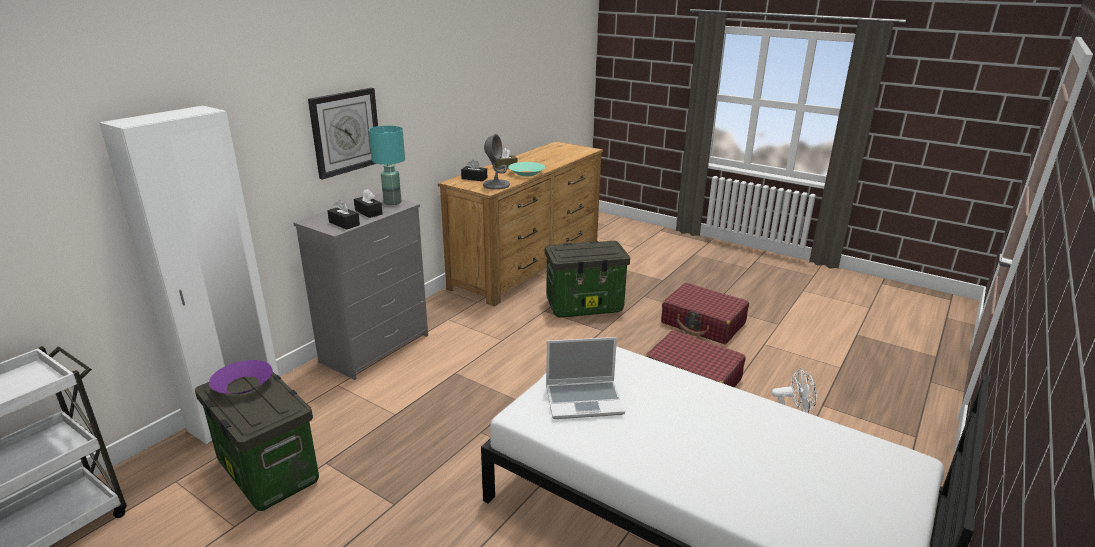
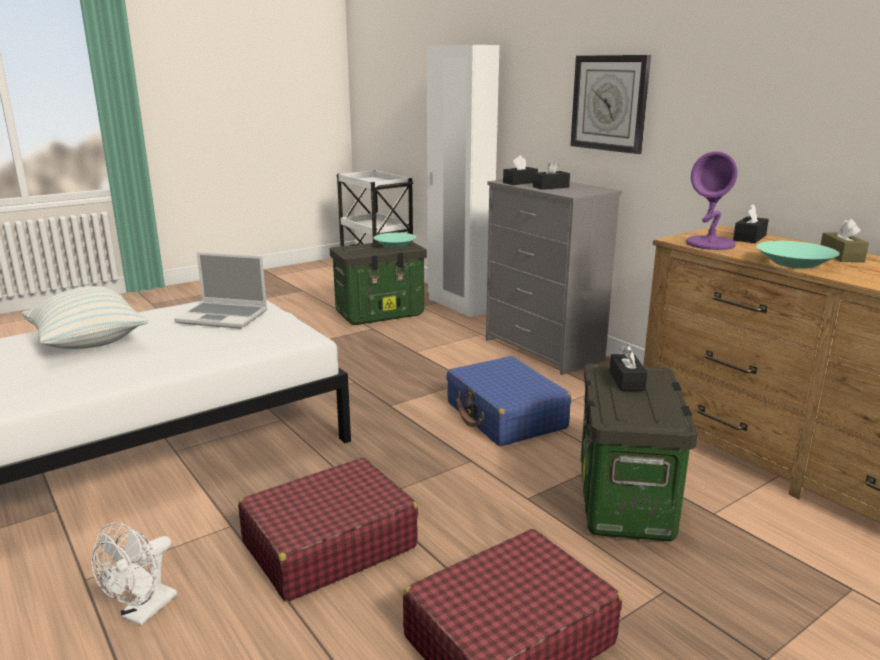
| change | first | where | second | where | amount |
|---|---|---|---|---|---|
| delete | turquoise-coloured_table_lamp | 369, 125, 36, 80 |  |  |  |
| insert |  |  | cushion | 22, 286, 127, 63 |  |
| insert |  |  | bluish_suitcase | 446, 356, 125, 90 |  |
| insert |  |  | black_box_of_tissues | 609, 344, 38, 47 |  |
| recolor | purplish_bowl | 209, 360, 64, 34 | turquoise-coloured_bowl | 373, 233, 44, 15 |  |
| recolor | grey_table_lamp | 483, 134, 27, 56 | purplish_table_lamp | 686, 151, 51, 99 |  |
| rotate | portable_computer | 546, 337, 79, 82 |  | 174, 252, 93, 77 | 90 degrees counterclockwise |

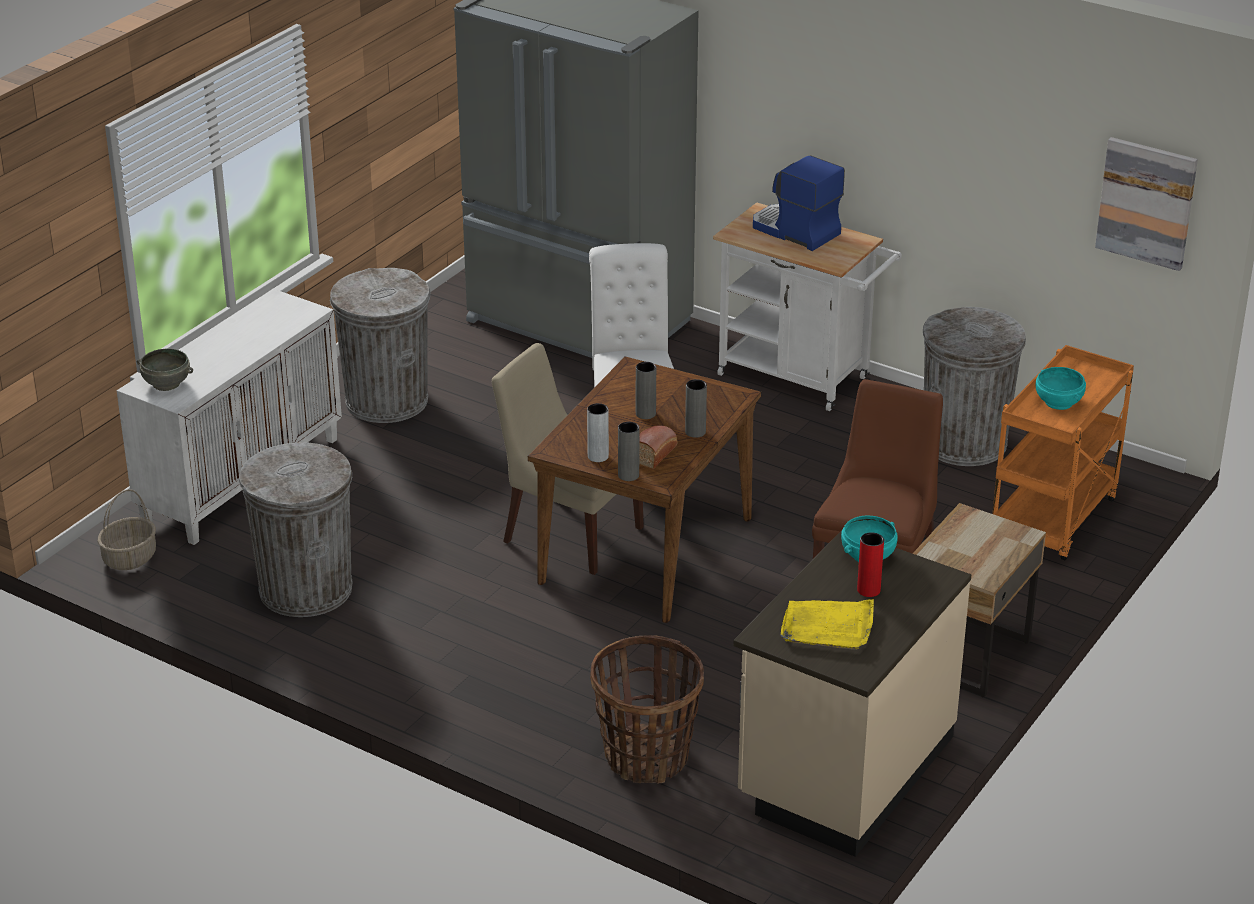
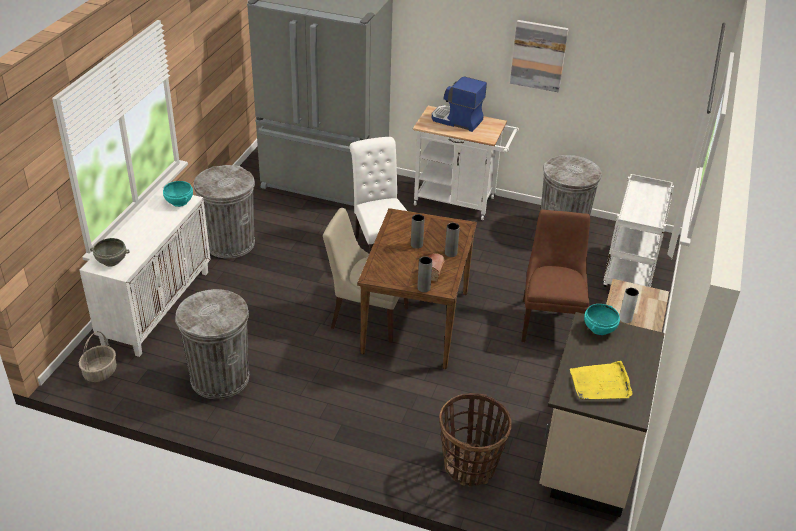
| change | first | where | second | where | amount |
|---|---|---|---|---|---|
| delete | reddish_decorative_vase | 857, 532, 27, 65 |  |  |  |
| move | grey_decorative_vase | 587, 403, 22, 59 |  | 619, 288, 20, 35 |  |
| move | turquoise-coloured_bowl | 1036, 367, 50, 43 |  | 163, 181, 30, 26 |  |
| move | picture | 1095, 137, 103, 134 |  | 510, 20, 59, 72 |  |
| recolor | orange-coloured_cart | 993, 345, 141, 216 | white-coloured_cart | 604, 174, 70, 113 |  |

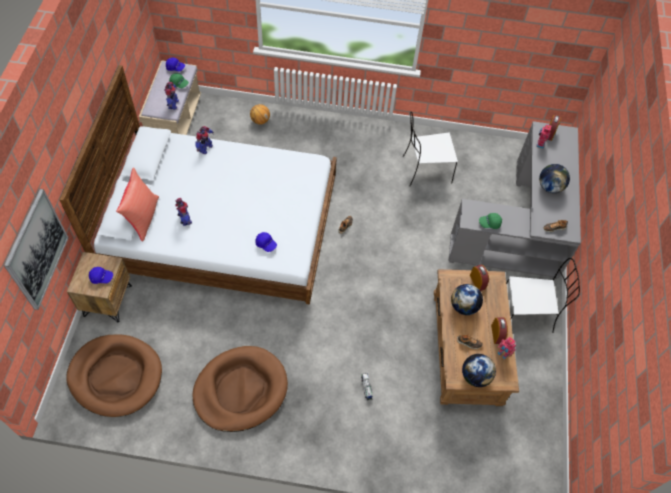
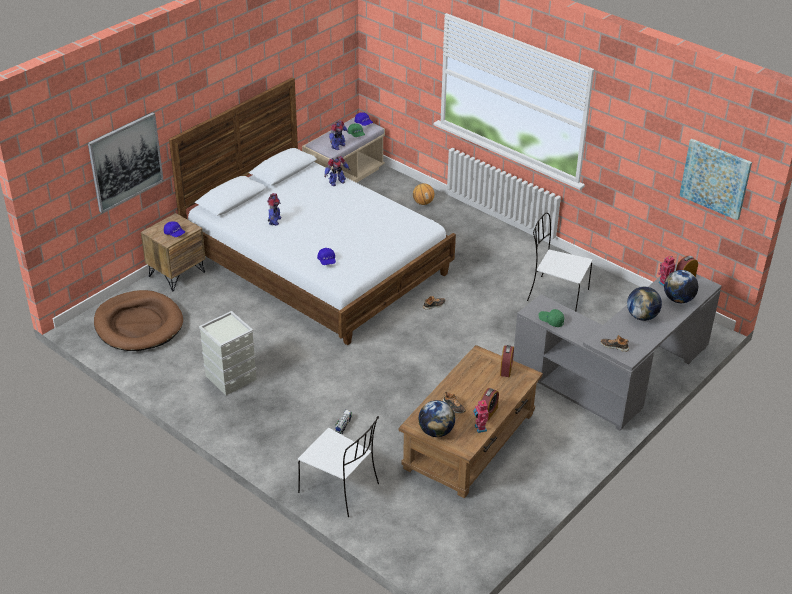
| change | first | where | second | where | amount |
|---|---|---|---|---|---|
| delete | reddish_cushion | 116, 167, 43, 75 |  |  |  |
| insert |  |  | picture | 679, 139, 73, 81 |  |
| move | globe | 451, 284, 32, 31 |  | 664, 270, 34, 33 |  |
| move | white-coloured_upright_chair | 506, 258, 74, 75 |  | 298, 416, 81, 101 |  |
| replace | brown-coloured_pet_bed | 192, 346, 96, 86 | grey_storage_box | 199, 311, 58, 84 |  |

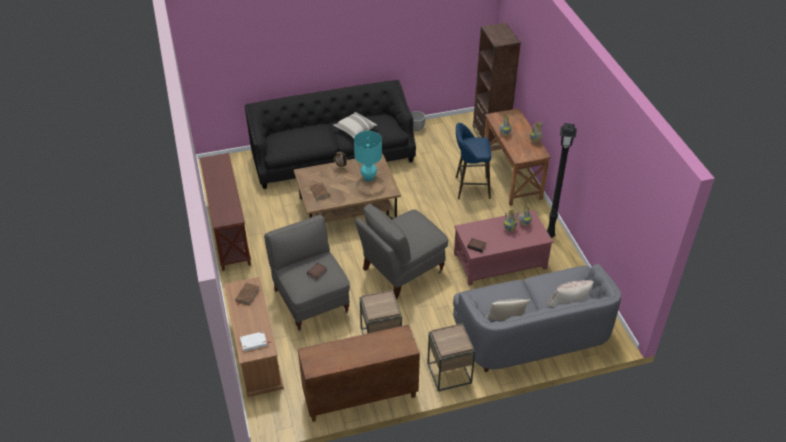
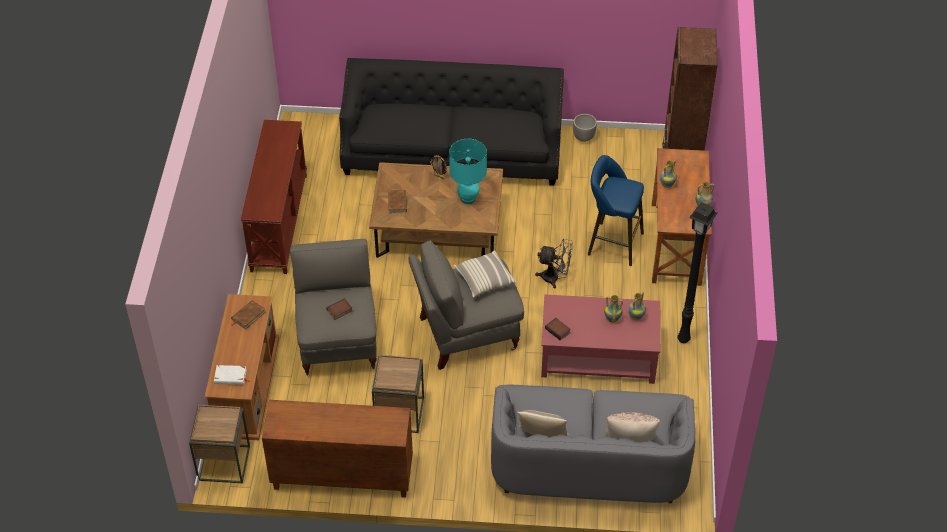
| change | first | where | second | where | amount |
|---|---|---|---|---|---|
| insert |  |  | grey_cooling_fan | 535, 239, 38, 50 |  |
| move | cushion | 333, 112, 44, 26 |  | 454, 251, 63, 46 |  |
| move | brown-coloured_end_table | 427, 323, 48, 68 |  | 189, 405, 61, 78 |  |

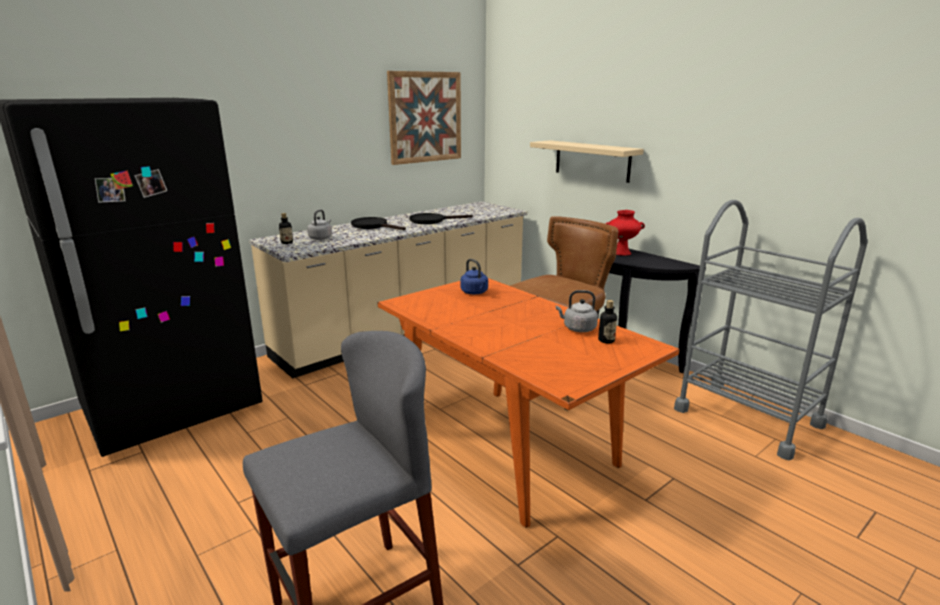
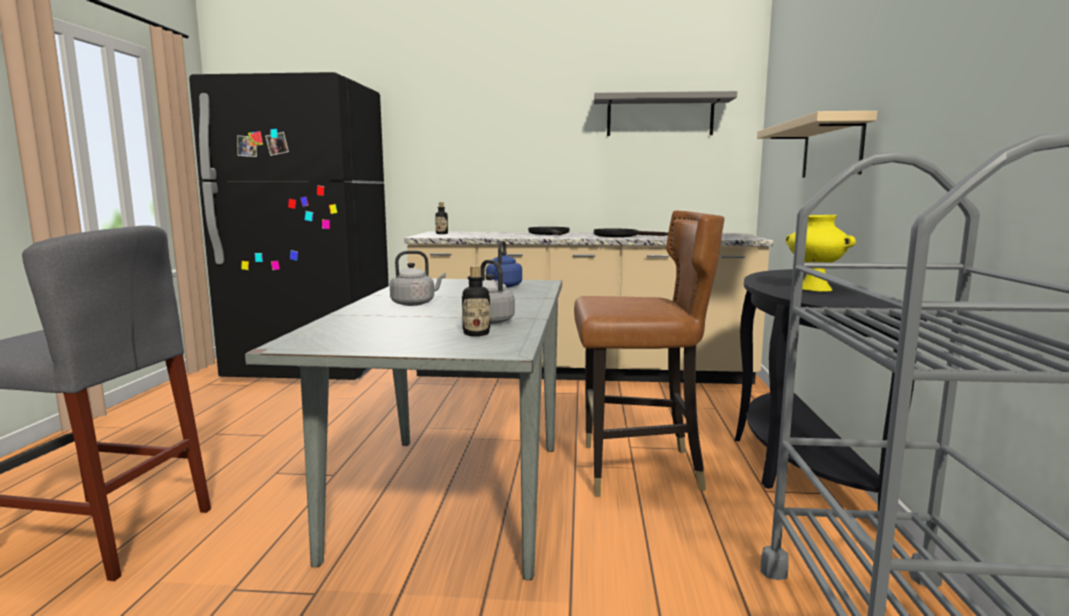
| change | first | where | second | where | amount |
|---|---|---|---|---|---|
| move | grey_kettle | 307, 210, 25, 30 |  | 390, 250, 56, 56 |  |
| replace | picture | 387, 71, 74, 94 | grey_bracket_shelf | 594, 91, 143, 45 |  |
| recolor | orange-coloured_dinner_table | 377, 278, 303, 250 | grey_dinner_table | 245, 279, 317, 301 |  |
| recolor | reddish_decorative_vase | 605, 210, 40, 46 | yellow_decorative_vase | 785, 215, 71, 77 |  |

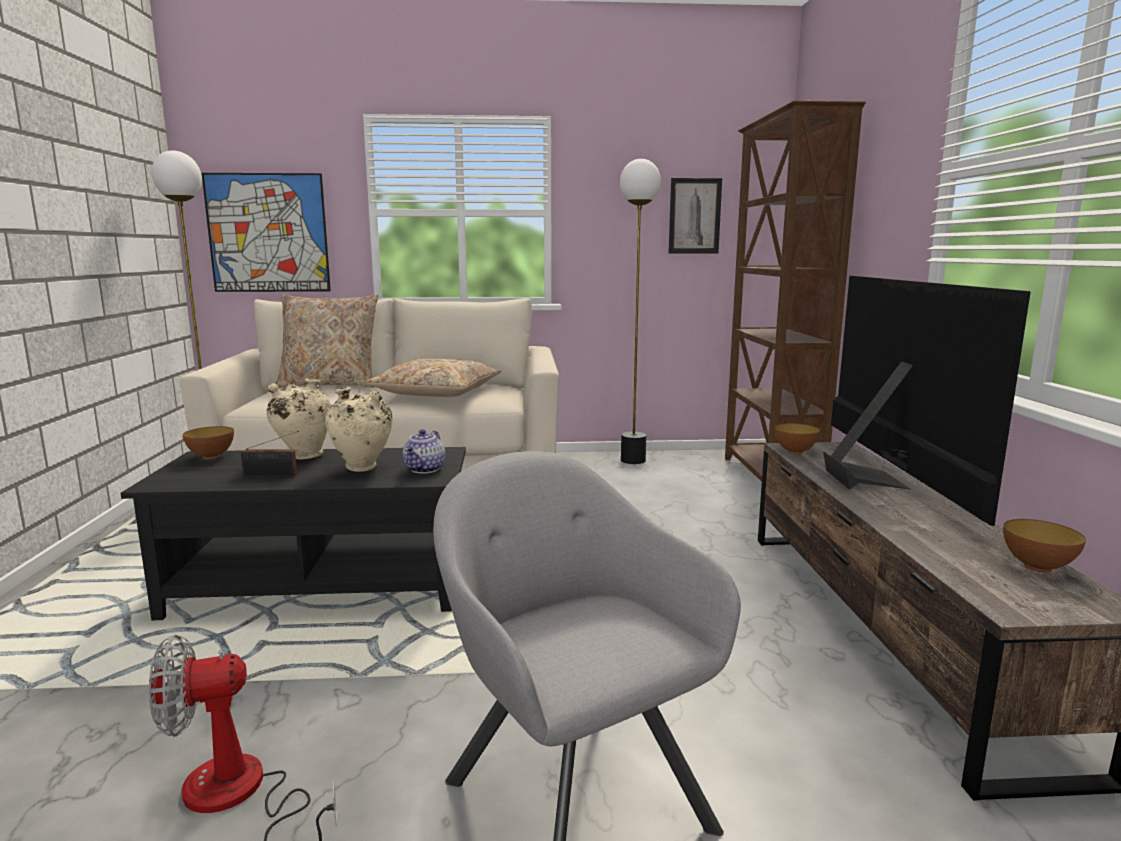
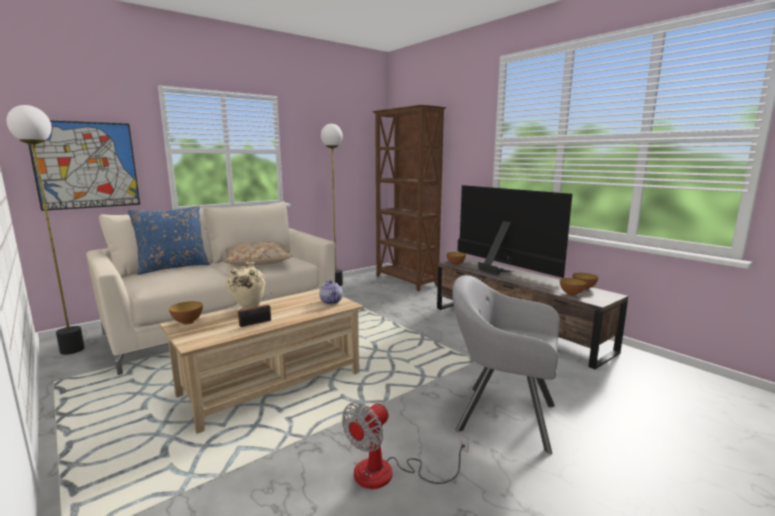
| change | first | where | second | where | amount |
|---|---|---|---|---|---|
| delete | beige_decorative_vase | 325, 387, 68, 85 |  |  |  |
| delete | picture | 668, 178, 54, 75 |  |  |  |
| insert |  |  | bowl | 560, 278, 27, 18 |  |
| recolor | black_lounge_table | 120, 447, 346, 173 | beige_lounge_table | 160, 289, 203, 145 |  |
| recolor | beige_cushion | 276, 294, 102, 94 | bluish_cushion | 128, 205, 82, 70 |  |

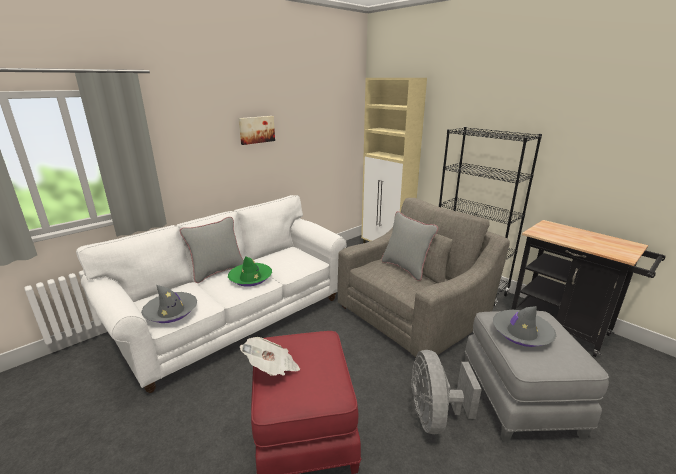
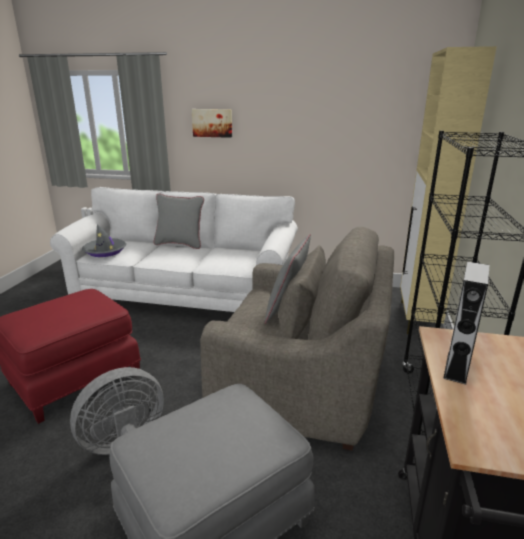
| change | first | where | second | where | amount |
|---|---|---|---|---|---|
| delete | green_clothing_hat | 228, 256, 44, 31 |  |  |  |
| delete | daily_paper | 240, 337, 60, 39 |  |  |  |
| delete | grey_clothing_hat | 493, 306, 63, 41 |  |  |  |
| insert |  |  | grey_loudspeaker | 443, 262, 46, 123 |  |
| move | picture | 238, 116, 37, 29 |  | 191, 109, 41, 29 |  |

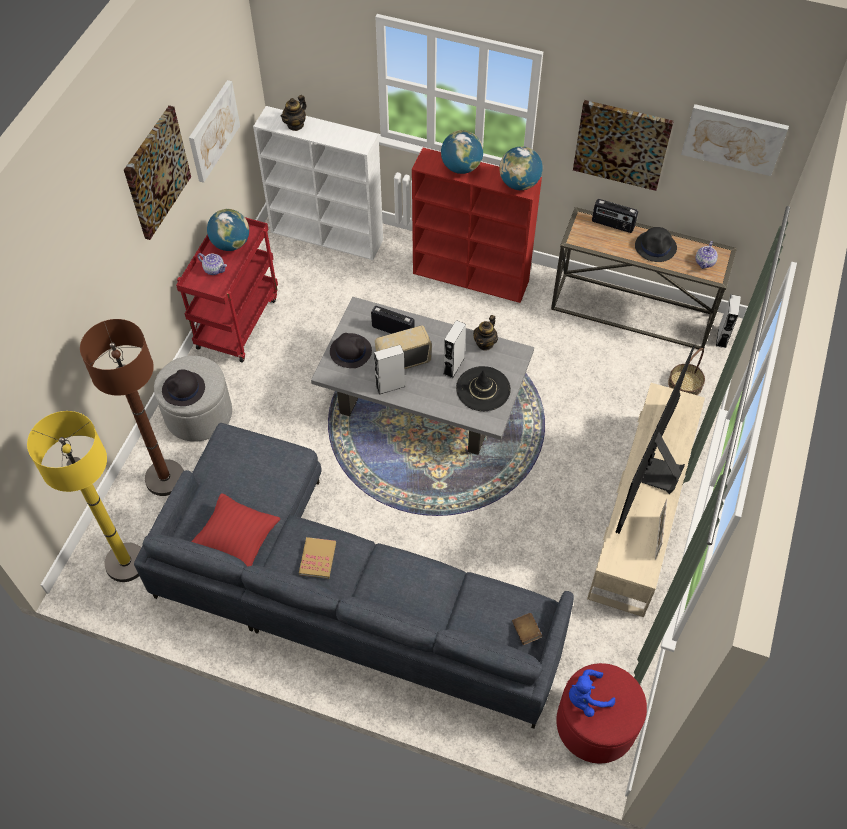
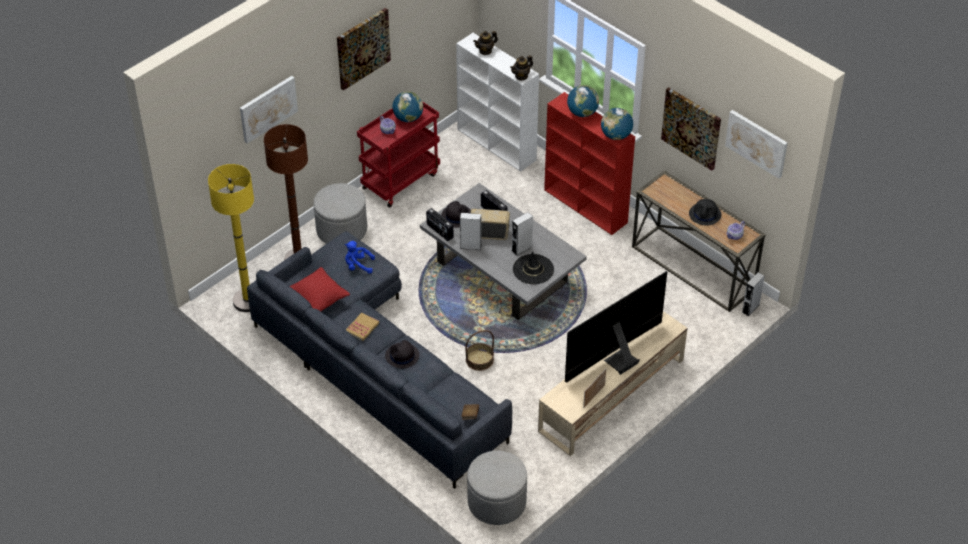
| change | first | where | second | where | amount |
|---|---|---|---|---|---|
| move | black_clothing_hat | 162, 369, 43, 37 |  | 385, 340, 34, 29 |  |
| move | picture | 189, 80, 51, 103 |  | 240, 76, 58, 68 |  |
| move | teapot | 473, 315, 25, 35 |  | 510, 55, 23, 26 |  |
| move | bluish_plush_toy | 569, 669, 46, 48 |  | 345, 241, 30, 33 |  |
| move | radio_receiver | 592, 199, 46, 34 |  | 426, 208, 28, 33 |  |
| move | storage_basket | 668, 348, 37, 47 |  | 465, 330, 29, 41 |  |
| recolor | reddish_ottoman | 556, 663, 91, 101 | grey_ottoman | 467, 451, 60, 74 |  |

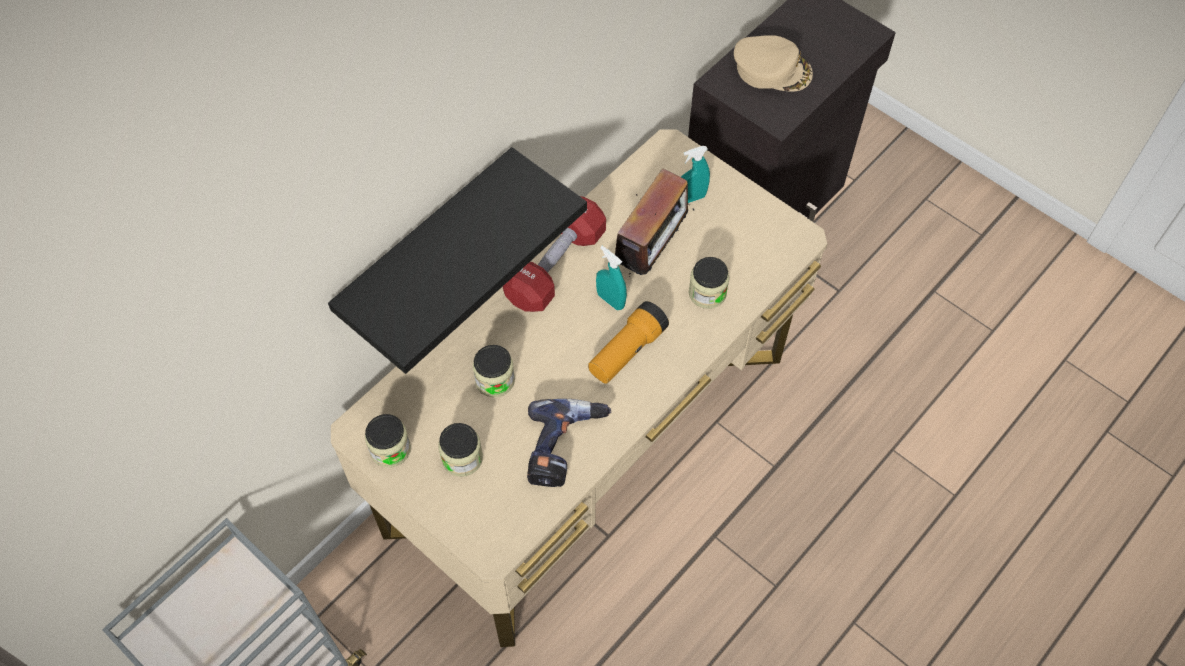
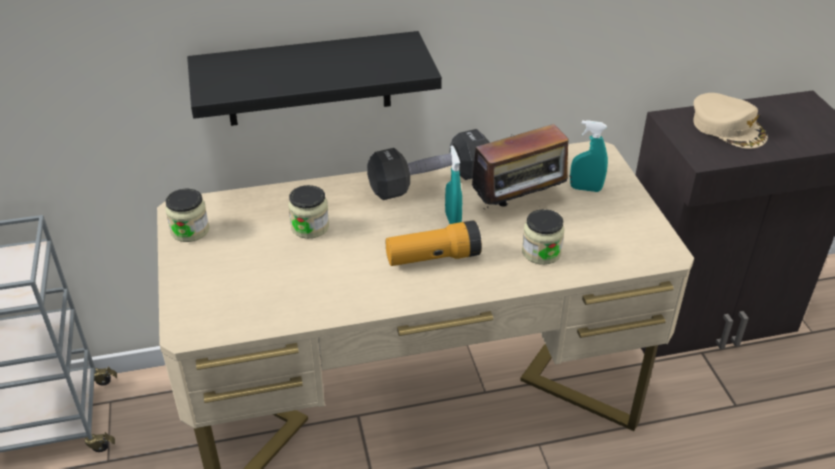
| change | first | where | second | where | amount |
|---|---|---|---|---|---|
| delete | jar | 439, 423, 44, 54 |  |  |  |
| delete | drill | 527, 399, 84, 88 |  |  |  |
| recolor | reddish_free_weight | 503, 196, 103, 116 | black_free_weight | 367, 129, 123, 71 |  |

